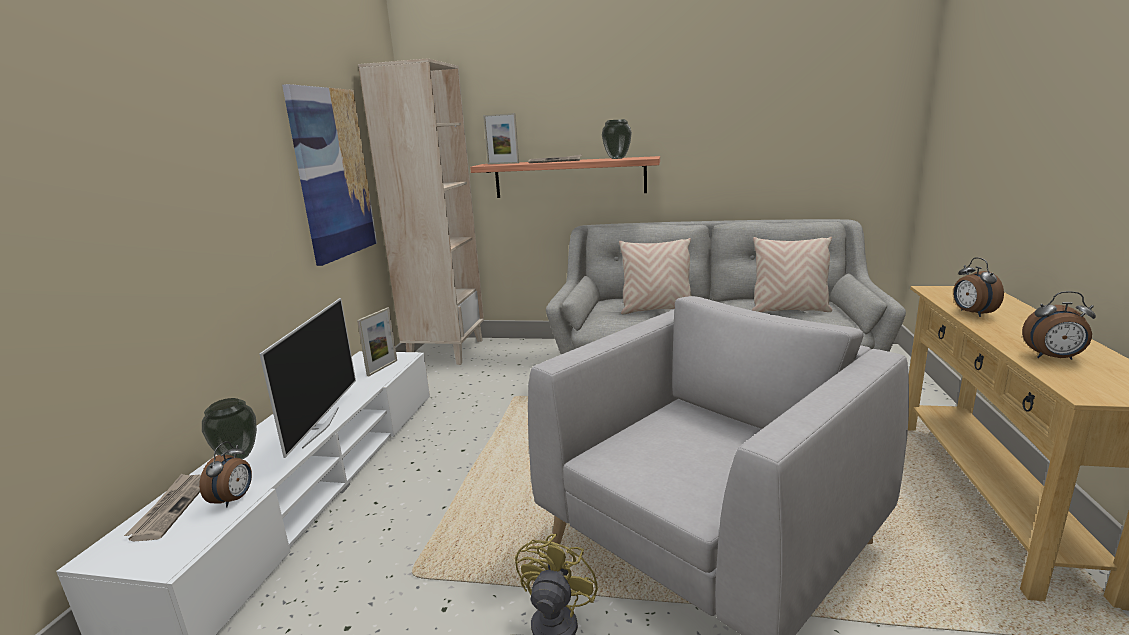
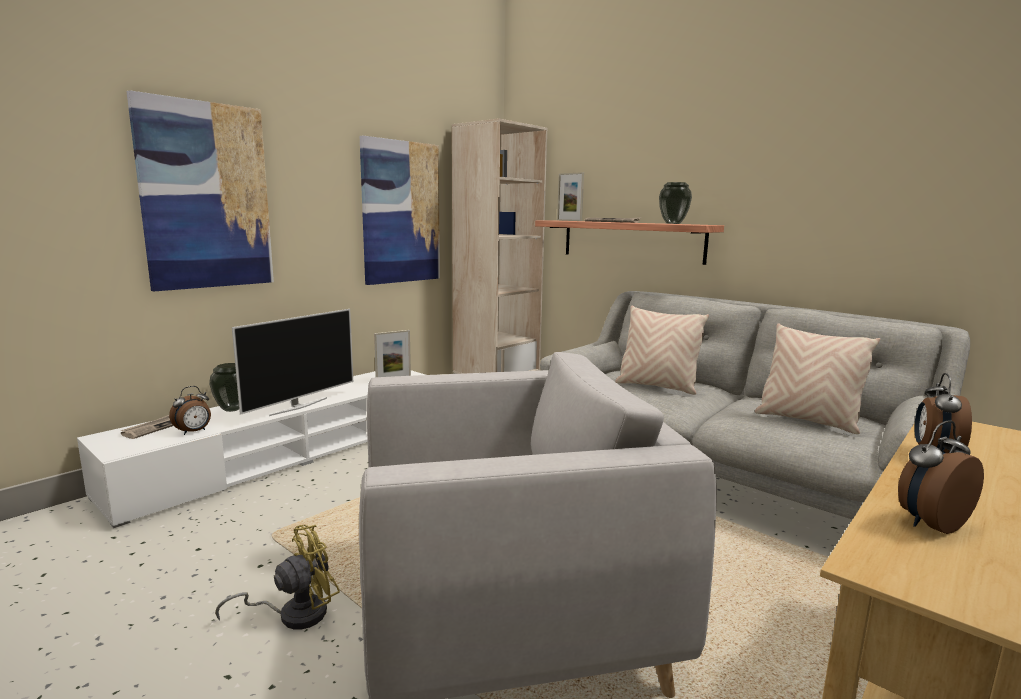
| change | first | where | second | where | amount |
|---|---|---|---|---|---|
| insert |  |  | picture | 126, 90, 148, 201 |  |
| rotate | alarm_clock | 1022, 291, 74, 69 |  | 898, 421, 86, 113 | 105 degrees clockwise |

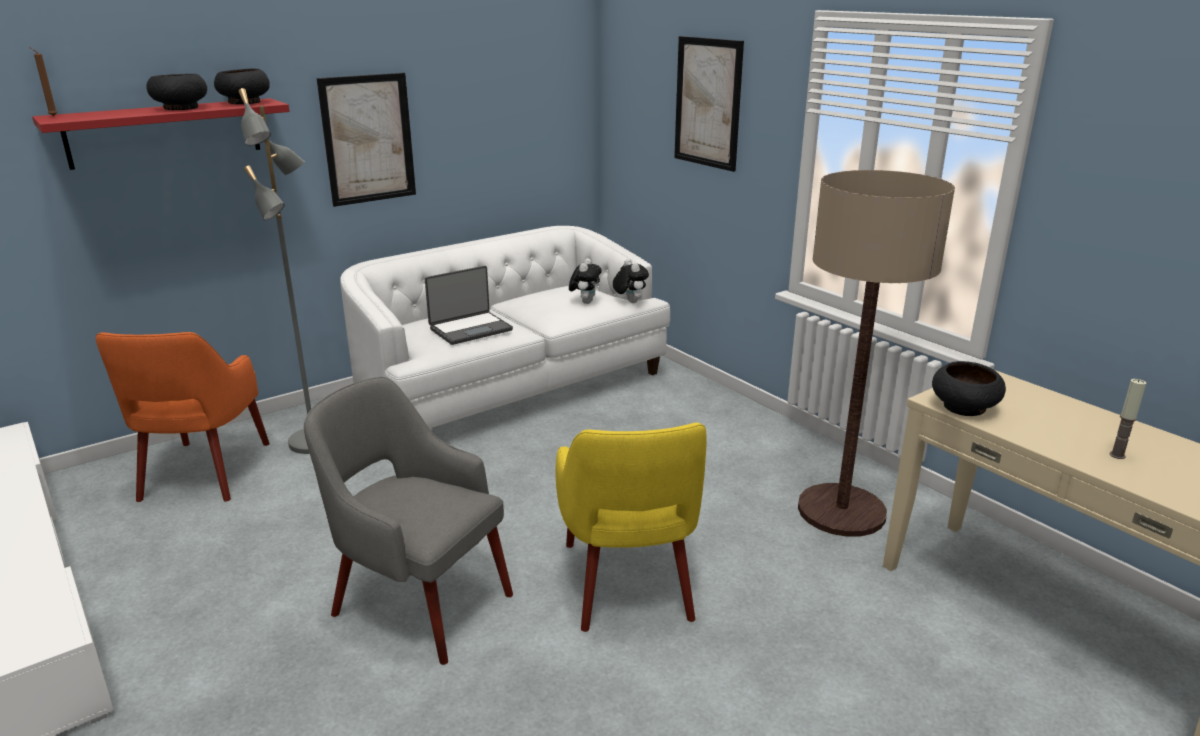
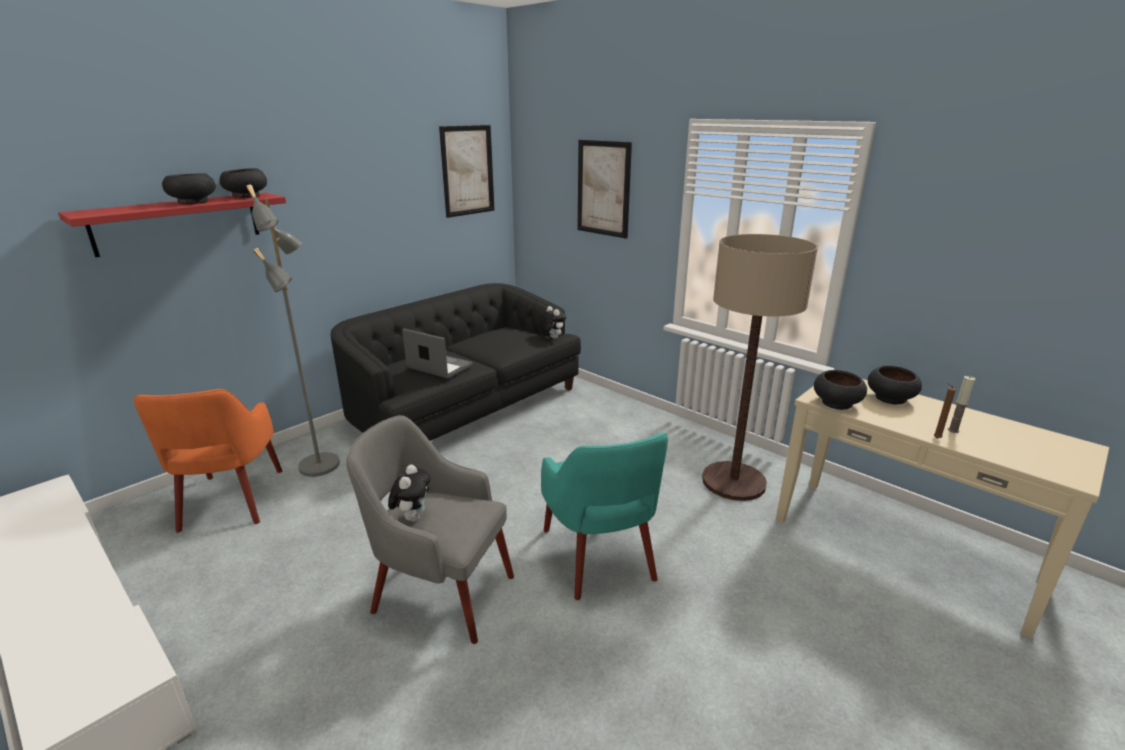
| change | first | where | second | where | amount |
|---|---|---|---|---|---|
| insert |  |  | black_bowl | 868, 366, 54, 38 |  |
| move | brown-coloured_wax_candle | 29, 47, 28, 69 |  | 934, 384, 22, 55 |  |
| move | picture | 316, 73, 100, 134 |  | 439, 125, 56, 93 |  |
| move | plush_toy | 569, 258, 33, 46 |  | 388, 465, 42, 57 |  |
| recolor | white-coloured_couch | 340, 226, 330, 202 | black_couch | 331, 283, 250, 158 |  |
| recolor | yellow_armchair | 555, 423, 152, 209 | turquoise-coloured_armchair | 541, 433, 127, 167 |  |
| rotate | portable_computer | 425, 266, 88, 79 |  | 402, 329, 71, 50 | 105 degrees counterclockwise |

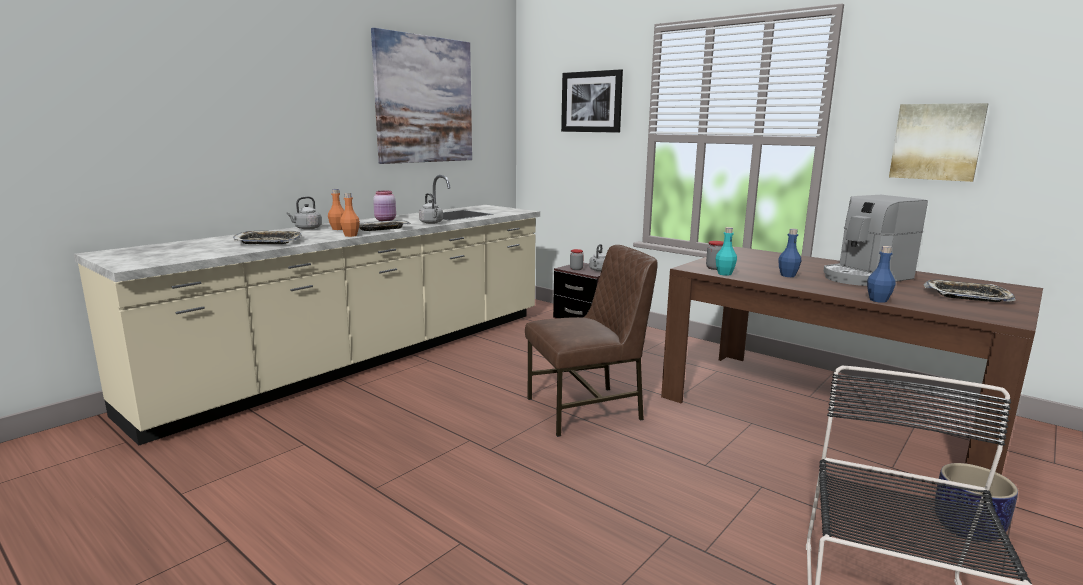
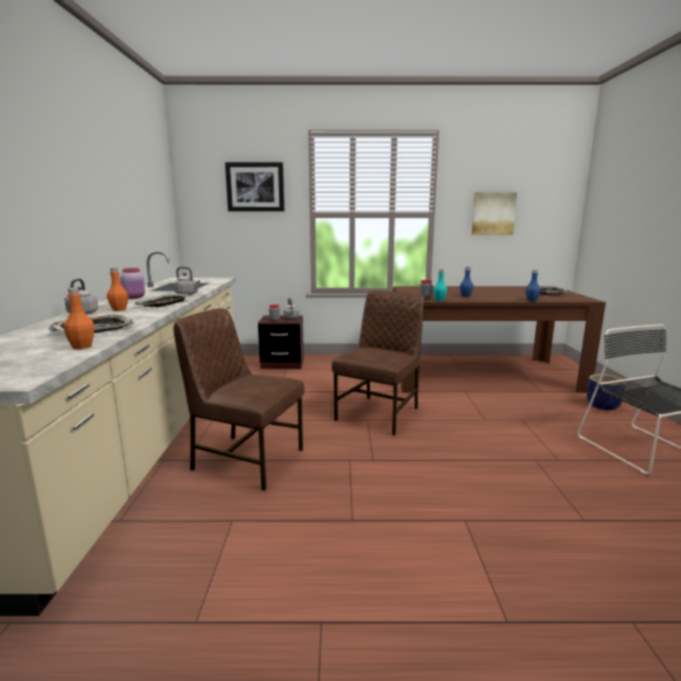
| change | first | where | second | where | amount |
|---|---|---|---|---|---|
| delete | picture | 371, 28, 101, 136 |  |  |  |
| delete | coffee_machine | 824, 195, 104, 91 |  |  |  |
| insert |  |  | brown-coloured_upright_chair | 173, 308, 131, 183 |  |
| move | orange-coloured_drink_bottle | 340, 193, 20, 44 |  | 64, 287, 30, 62 |  |

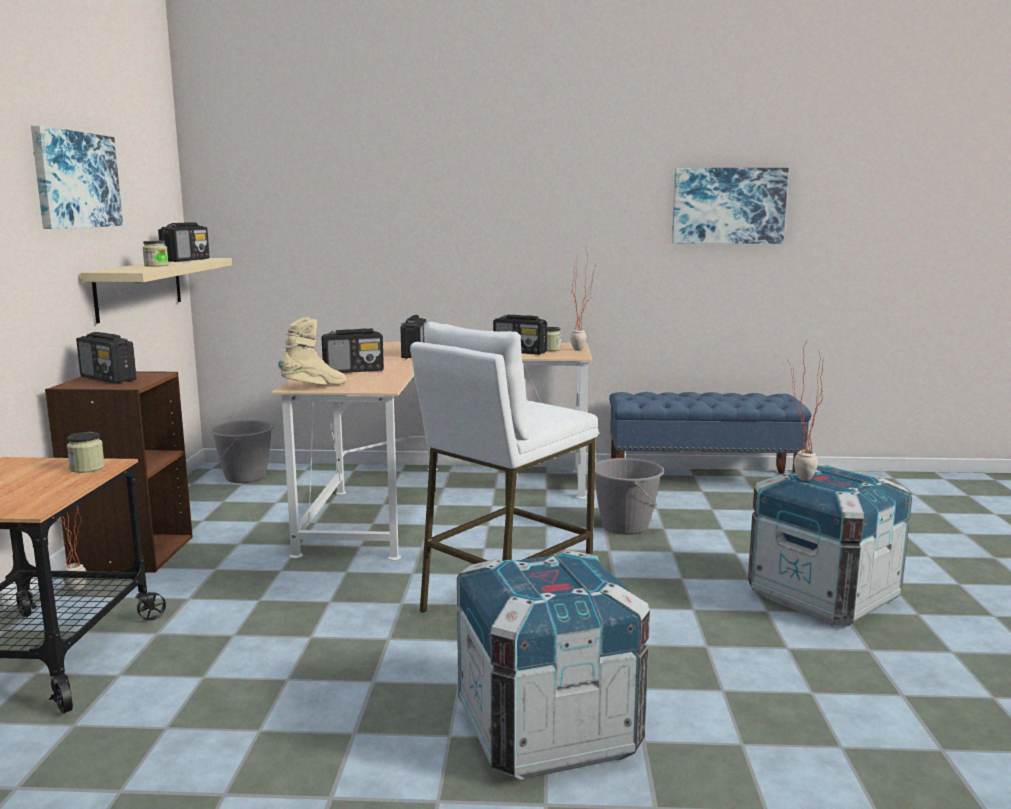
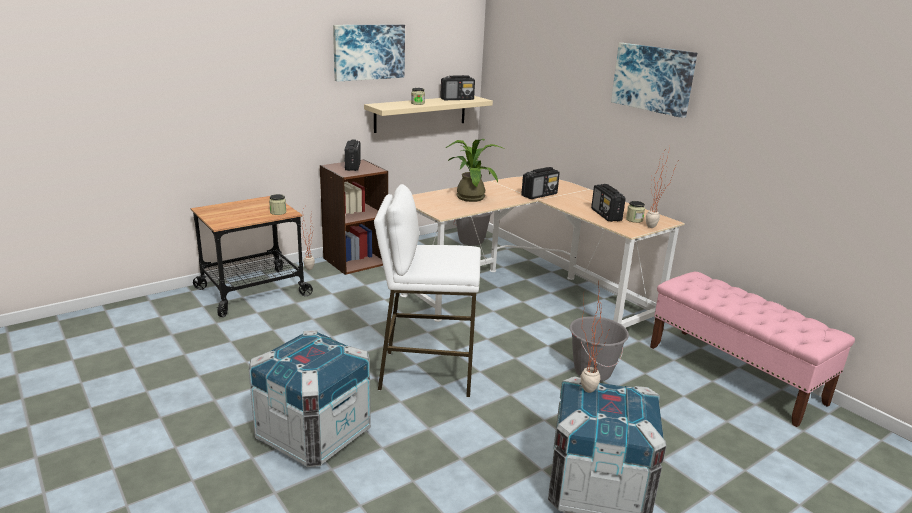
| change | first | where | second | where | amount |
|---|---|---|---|---|---|
| delete | beige_boot | 278, 317, 69, 68 |  |  |  |
| move | picture | 672, 168, 117, 76 |  | 611, 43, 86, 75 |  |
| replace | radio_receiver | 322, 329, 62, 44 | plant_in_a_pot | 446, 139, 58, 63 |  |
| recolor | bluish_indoor_bench | 609, 392, 203, 82 | pink-coloured_indoor_bench | 650, 272, 205, 155 |  |

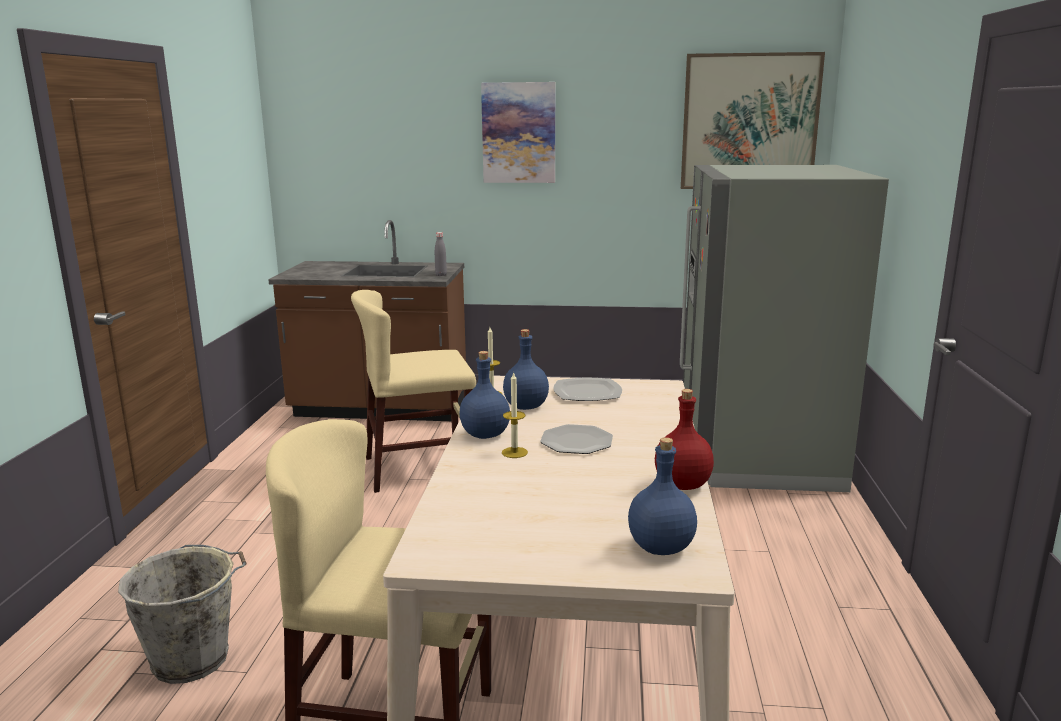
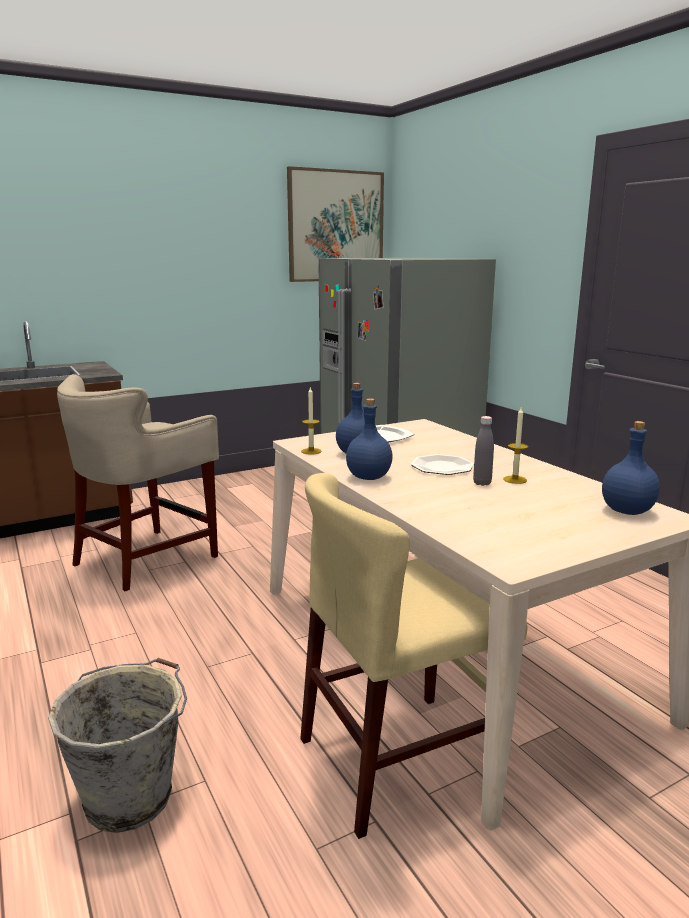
| change | first | where | second | where | amount |
|---|---|---|---|---|---|
| delete | picture | 481, 82, 74, 101 |  |  |  |
| delete | reddish_drink_bottle | 655, 389, 59, 101 |  |  |  |
| move | grey_drink_bottle | 435, 232, 12, 44 |  | 473, 416, 21, 70 |  |
| move | wax_candle | 502, 371, 26, 87 |  | 503, 408, 25, 76 |  |
| replace | beige_upright_chair | 351, 290, 125, 203 | beige_sitting_stool | 57, 374, 162, 217 |  |

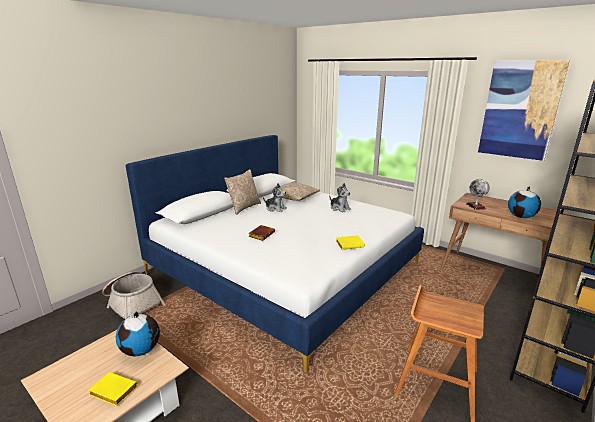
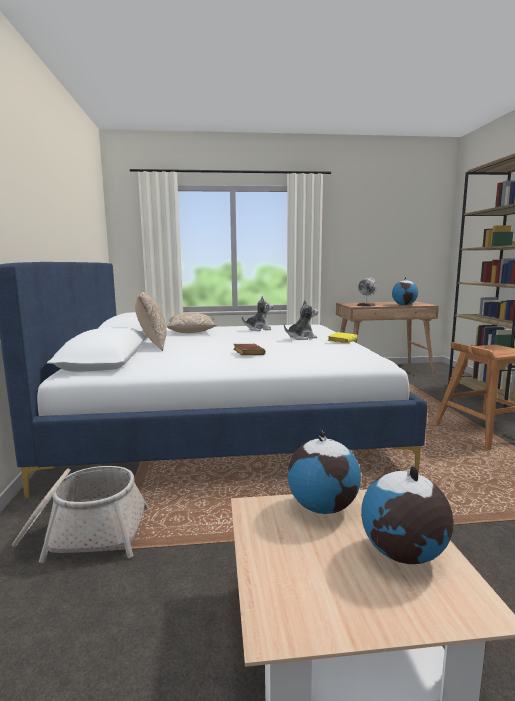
| change | first | where | second | where | amount |
|---|---|---|---|---|---|
| delete | picture | 478, 60, 92, 101 |  |  |  |
| move | plush_toy | 263, 183, 24, 29 |  | 284, 300, 34, 40 |  |
| replace | yellow_book | 88, 372, 50, 34 | globe | 361, 465, 92, 99 |  |

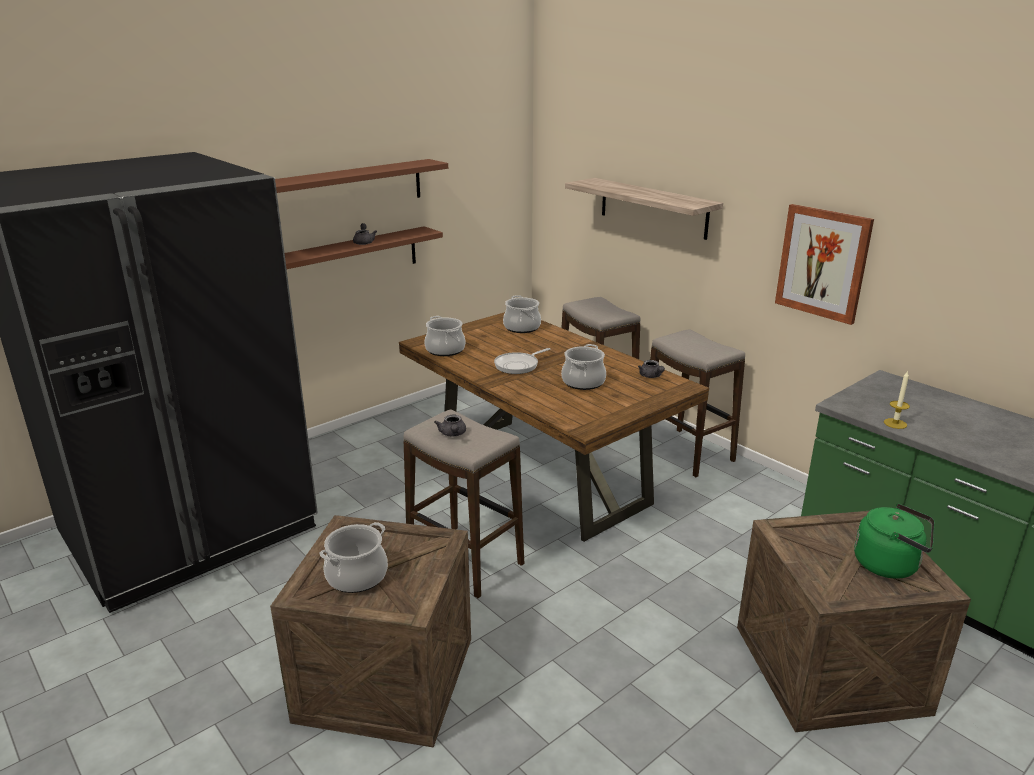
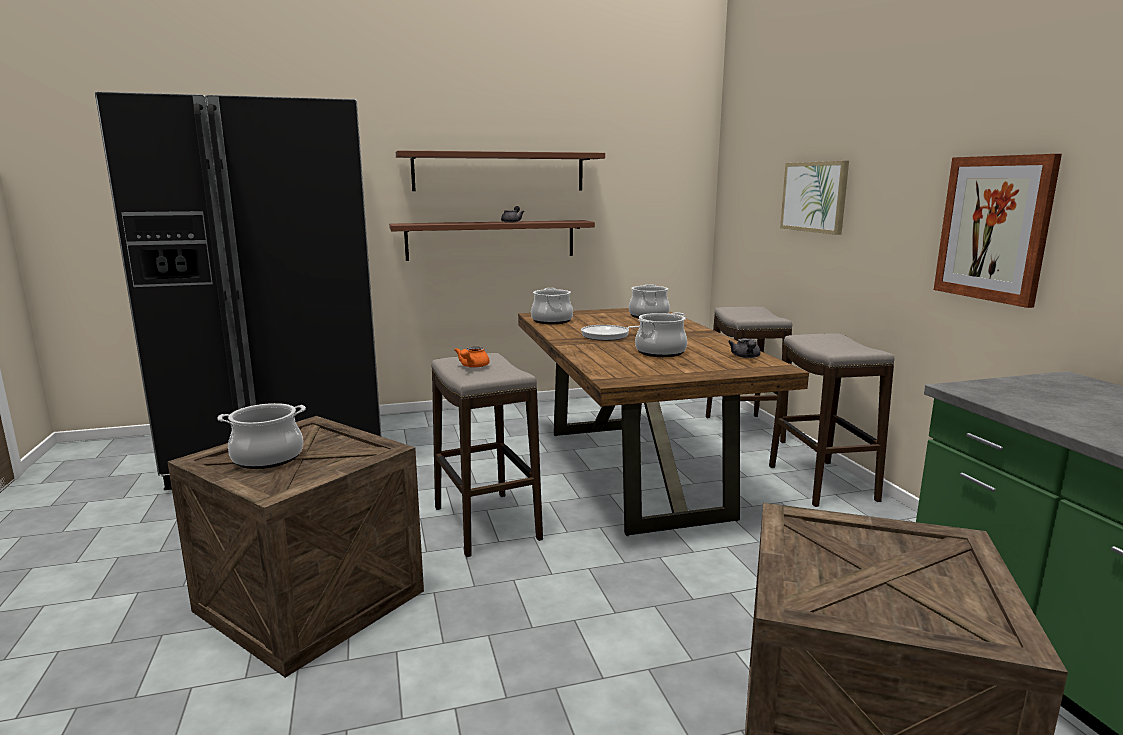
| change | first | where | second | where | amount |
|---|---|---|---|---|---|
| delete | green_kettle | 854, 504, 81, 75 |  |  |  |
| delete | wax_candle | 884, 371, 26, 58 |  |  |  |
| replace | bracket_shelf | 565, 178, 158, 62 | picture | 780, 161, 69, 74 |  |
| recolor | grey_teapot | 434, 415, 32, 21 | orange-coloured_teapot | 455, 347, 35, 21 |  |

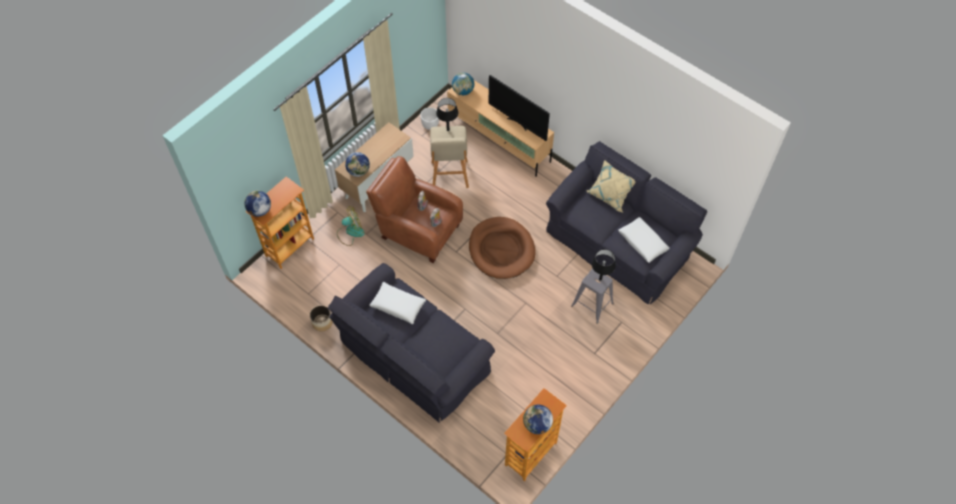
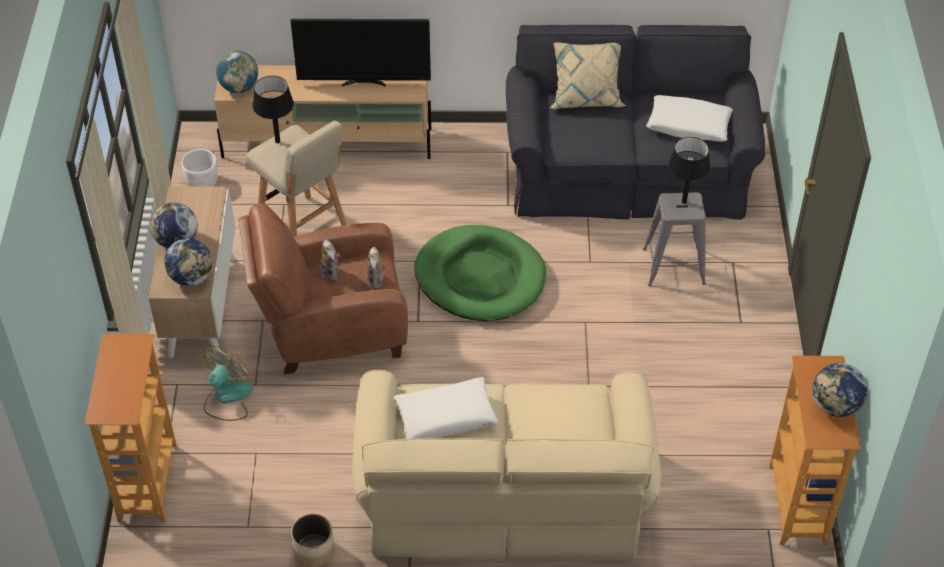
| change | first | where | second | where | amount |
|---|---|---|---|---|---|
| move | globe | 244, 191, 27, 26 |  | 150, 203, 48, 45 |  |
| recolor | black_couch | 327, 263, 168, 160 | beige_couch | 352, 370, 309, 189 |  |
| recolor | brown-coloured_pet_bed | 469, 217, 67, 62 | green_pet_bed | 414, 225, 132, 96 |  |

